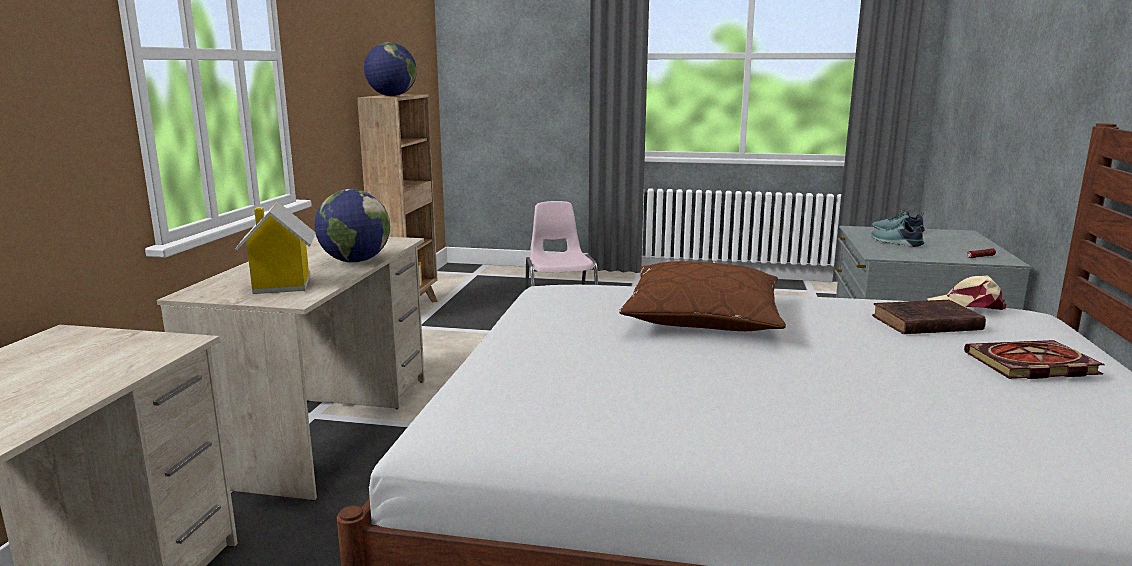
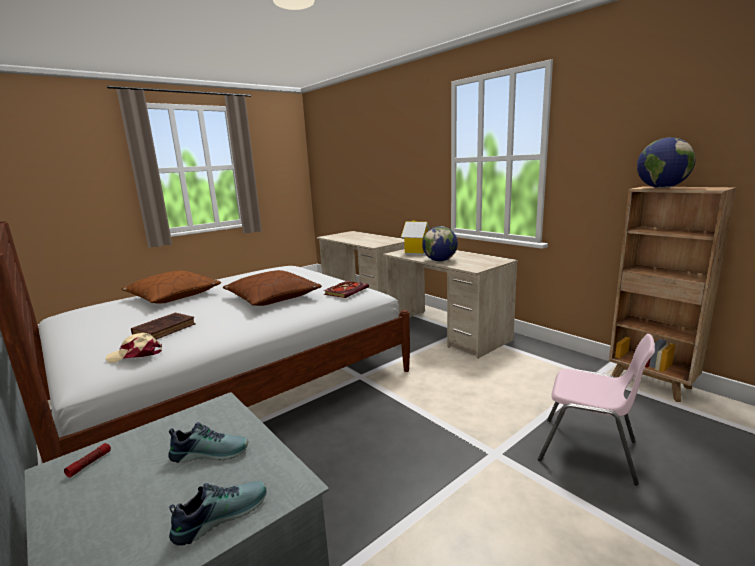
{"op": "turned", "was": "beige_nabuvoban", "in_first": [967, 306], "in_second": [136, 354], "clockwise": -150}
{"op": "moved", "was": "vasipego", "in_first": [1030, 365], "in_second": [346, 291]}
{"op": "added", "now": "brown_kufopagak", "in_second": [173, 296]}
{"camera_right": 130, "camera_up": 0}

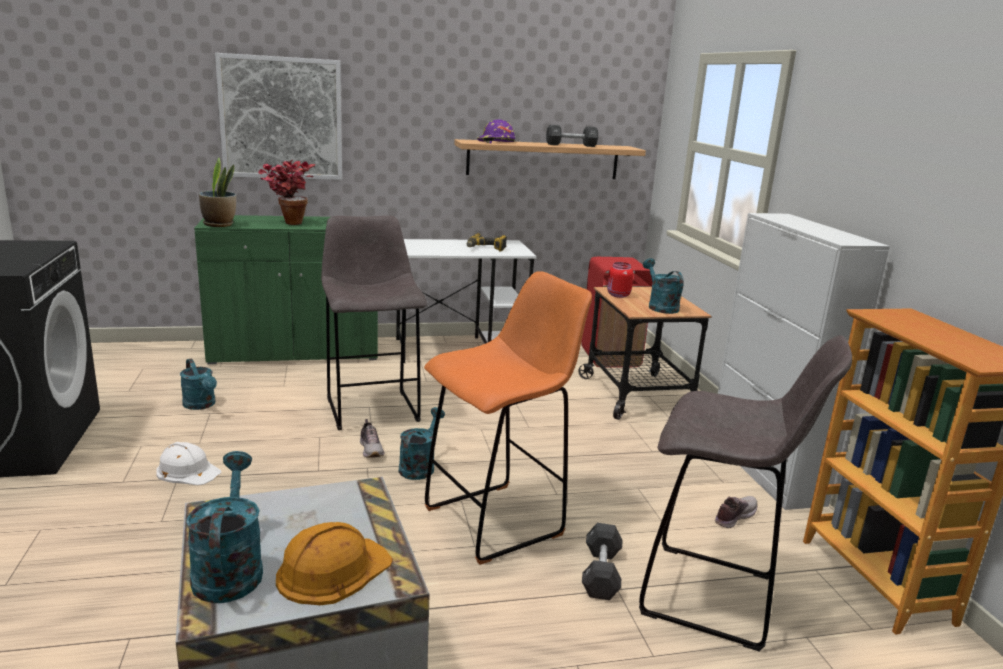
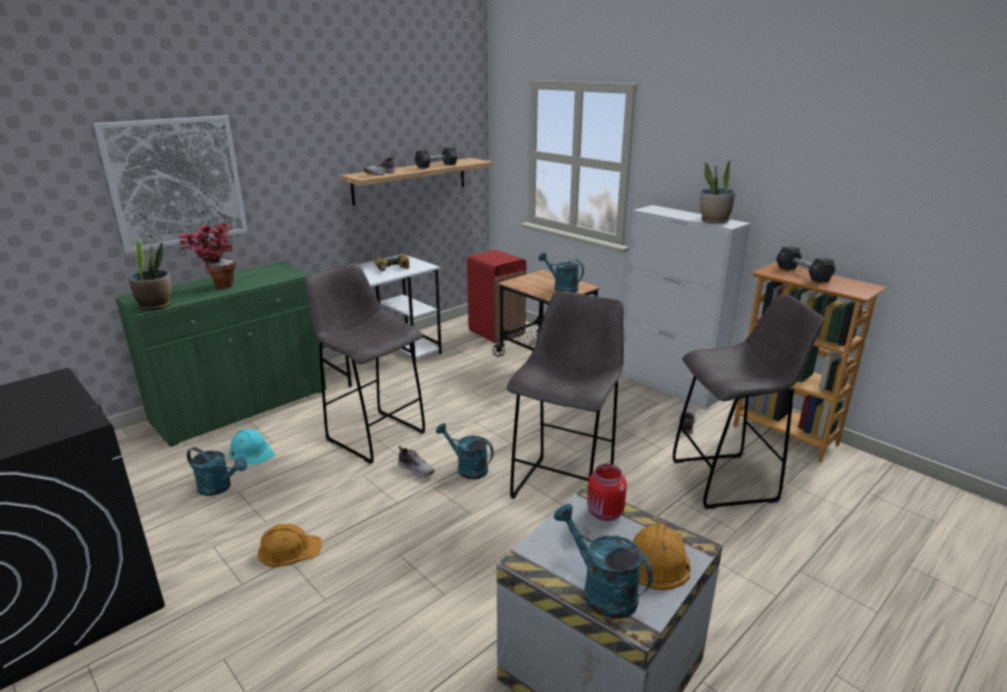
{"op": "replaced", "was": "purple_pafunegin", "now": "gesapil", "in_first": [495, 142], "in_second": [381, 173]}
{"op": "moved", "was": "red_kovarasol", "in_first": [618, 295], "in_second": [604, 513]}
{"op": "recoloured", "was": "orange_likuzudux", "now": "grey_likuzudux", "in_first": [497, 520], "in_second": [564, 486]}
{"op": "turned", "was": "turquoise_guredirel", "in_first": [419, 466], "in_second": [467, 468], "clockwise": -45}
{"op": "recoloured", "was": "white_pafunegin", "now": "orange_pafunegin", "in_first": [188, 471], "in_second": [289, 549]}
{"op": "moved", "was": "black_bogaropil", "in_first": [601, 573], "in_second": [803, 274]}
{"op": "added", "now": "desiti", "in_second": [714, 221]}
{"op": "added", "now": "turquoise_pafunegin", "in_second": [251, 451]}
{"camera_right": -30, "camera_up": 5}

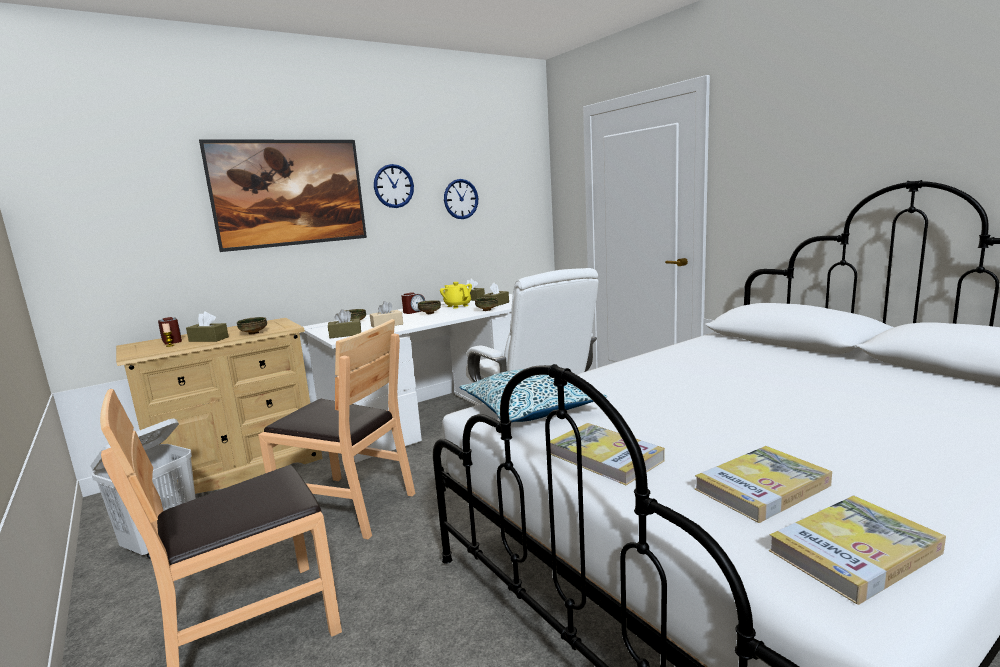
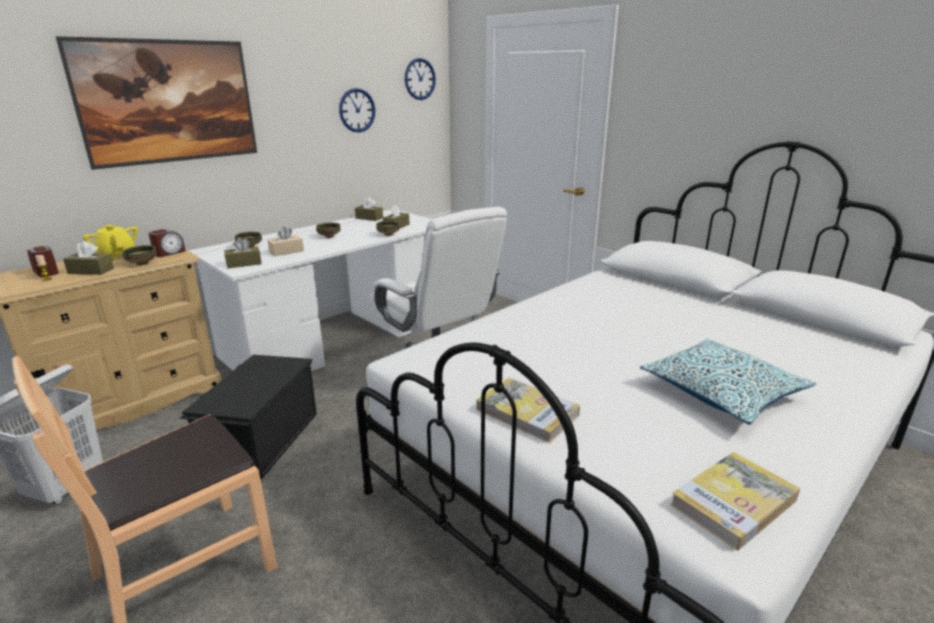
{"op": "moved", "was": "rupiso", "in_first": [393, 186], "in_second": [419, 79]}
{"op": "moved", "was": "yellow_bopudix", "in_first": [457, 306], "in_second": [117, 256]}
{"op": "moved", "was": "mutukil", "in_first": [414, 311], "in_second": [169, 253]}
{"op": "replaced", "was": "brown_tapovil", "now": "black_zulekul", "in_first": [348, 506], "in_second": [260, 439]}
{"op": "moved", "was": "kufopagak", "in_first": [530, 409], "in_second": [722, 392]}
{"op": "removed", "was": "vasipego", "in_first": [762, 487]}
{"camera_right": -10, "camera_up": 10}

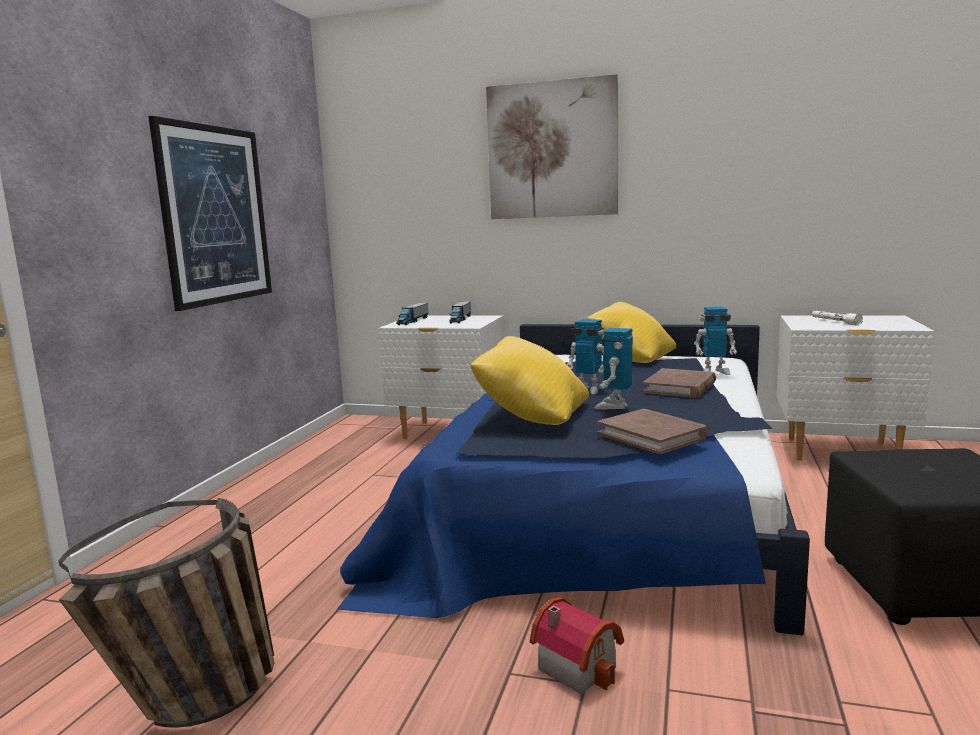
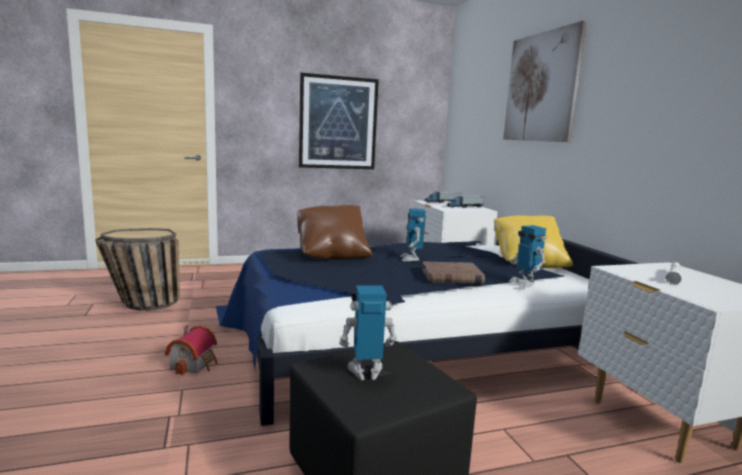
{"op": "moved", "was": "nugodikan", "in_first": [614, 406], "in_second": [366, 373]}
{"op": "recoloured", "was": "yellow_kufopagak", "now": "brown_kufopagak", "in_first": [532, 418], "in_second": [332, 255]}
{"op": "removed", "was": "brown_vasipego", "in_first": [652, 436]}
{"camera_right": 55, "camera_up": 0}

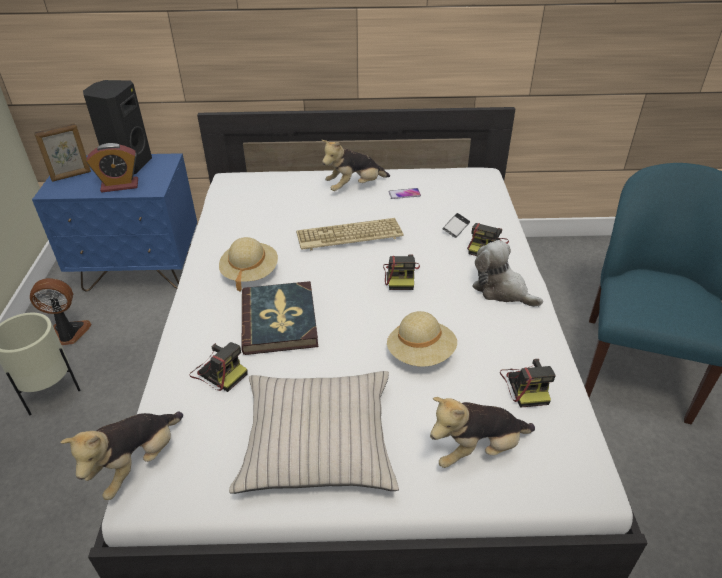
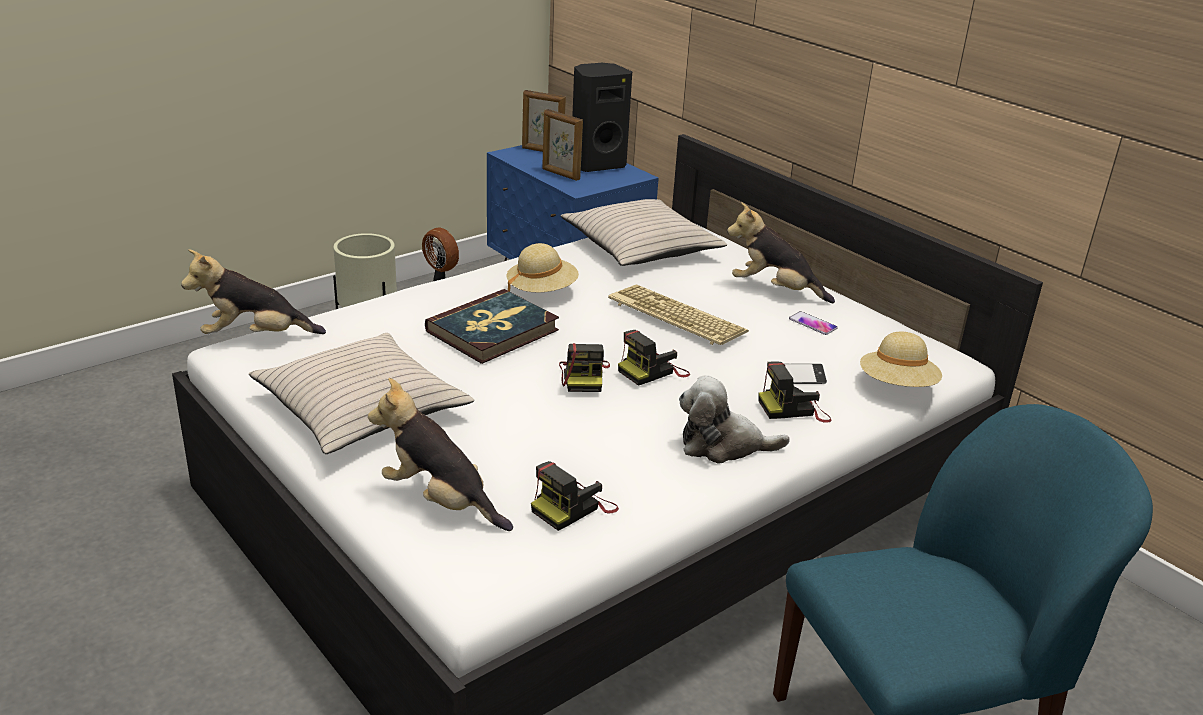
{"op": "replaced", "was": "mutukil", "now": "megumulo", "in_first": [120, 185], "in_second": [560, 174]}
{"op": "turned", "was": "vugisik", "in_first": [502, 290], "in_second": [723, 445], "clockwise": -90}
{"op": "moved", "was": "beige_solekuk", "in_first": [421, 354], "in_second": [897, 386]}
{"op": "moved", "was": "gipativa", "in_first": [219, 371], "in_second": [584, 376]}
{"op": "added", "now": "beige_kufopagak", "in_second": [640, 247]}
{"camera_right": 50, "camera_up": -10}

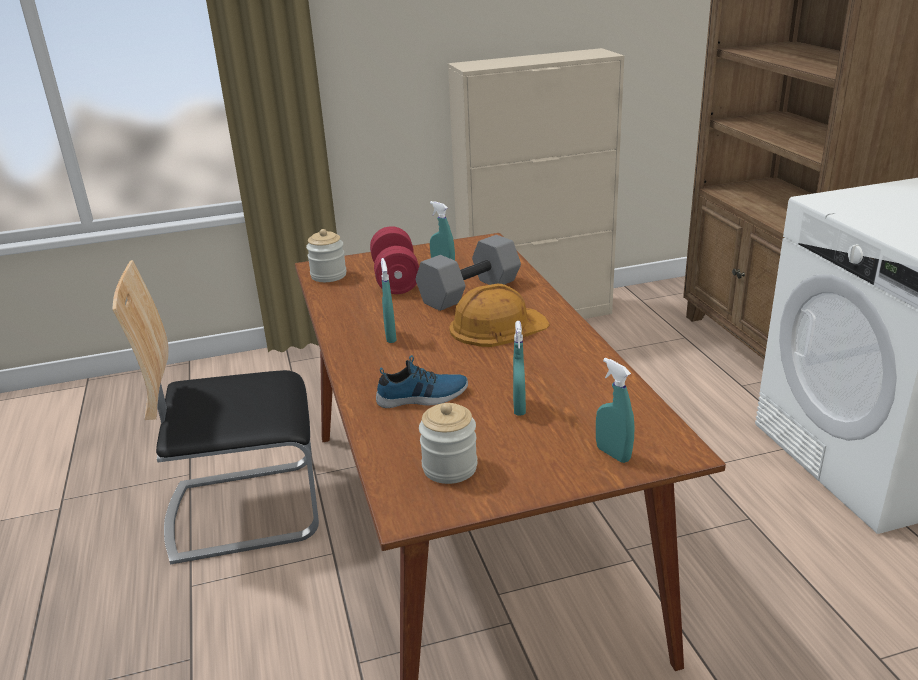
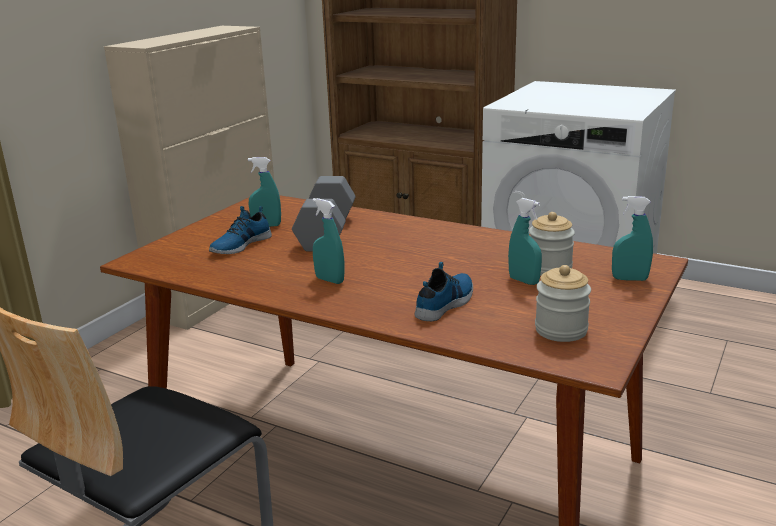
{"op": "replaced", "was": "red_bogaropil", "now": "gesapil", "in_first": [396, 279], "in_second": [240, 245]}
{"op": "moved", "was": "kovarasol", "in_first": [328, 275], "in_second": [549, 268]}
{"op": "removed", "was": "orange_pafunegin", "in_first": [497, 326]}
{"camera_right": -45, "camera_up": -5}

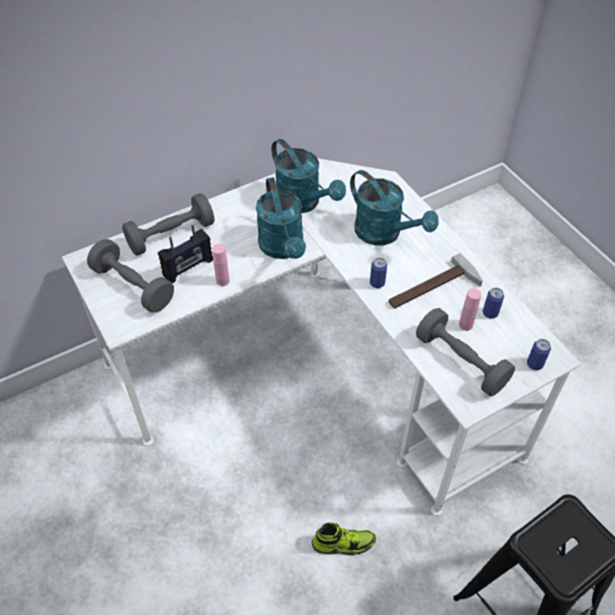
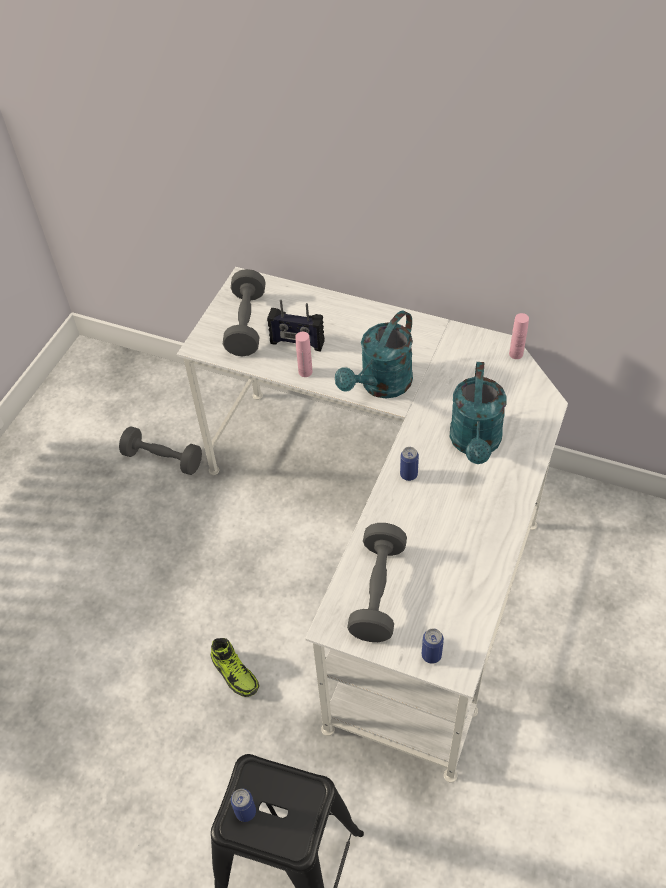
{"op": "removed", "was": "turquoise_guredirel", "in_first": [304, 203]}
{"op": "moved", "was": "grey_bogaropil", "in_first": [171, 235], "in_second": [163, 459]}
{"op": "removed", "was": "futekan", "in_first": [433, 290]}
{"op": "moved", "was": "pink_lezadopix", "in_first": [465, 325], "in_second": [516, 354]}
{"op": "moved", "was": "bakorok", "in_first": [490, 313], "in_second": [245, 811]}
{"camera_right": 55, "camera_up": 0}

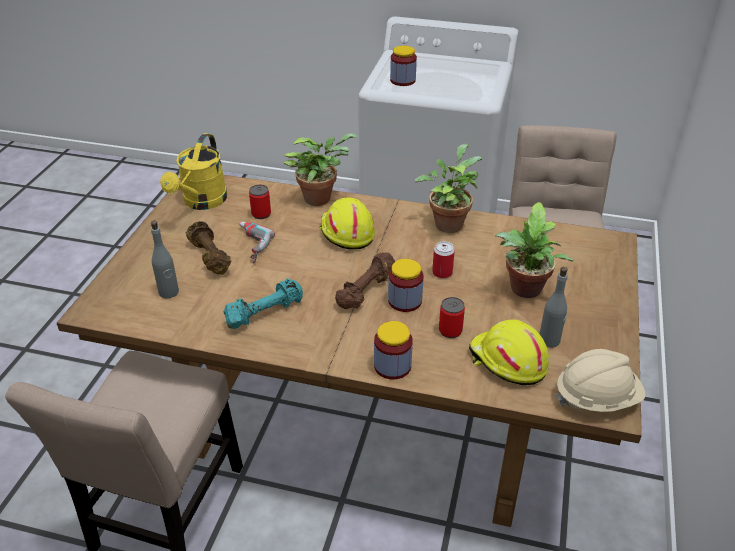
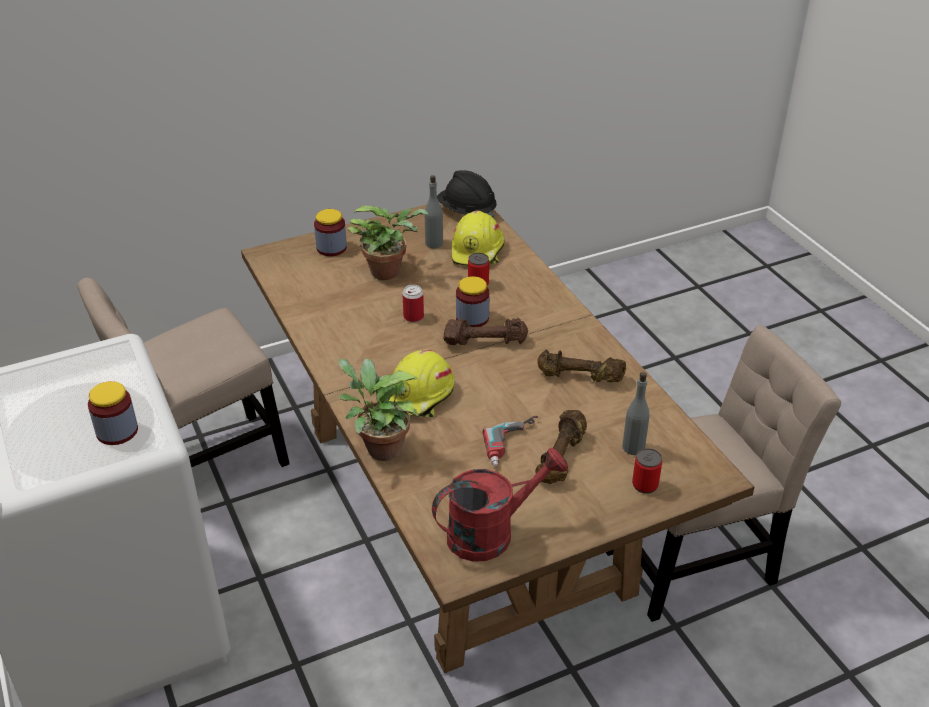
{"op": "recoloured", "was": "yellow_guredirel", "now": "red_guredirel", "in_first": [201, 202], "in_second": [491, 532]}
{"op": "removed", "was": "desiti", "in_first": [448, 223]}
{"op": "moved", "was": "bakorok", "in_first": [261, 214], "in_second": [645, 485]}
{"op": "recoloured", "was": "turquoise_bogaropil", "now": "brown_bogaropil", "in_first": [264, 313], "in_second": [580, 377]}
{"op": "moved", "was": "kovarasol", "in_first": [392, 366], "in_second": [331, 248]}
{"op": "recoloured", "was": "beige_pafunegin", "now": "black_pafunegin", "in_first": [597, 398], "in_second": [466, 212]}
{"camera_right": -130, "camera_up": 0}

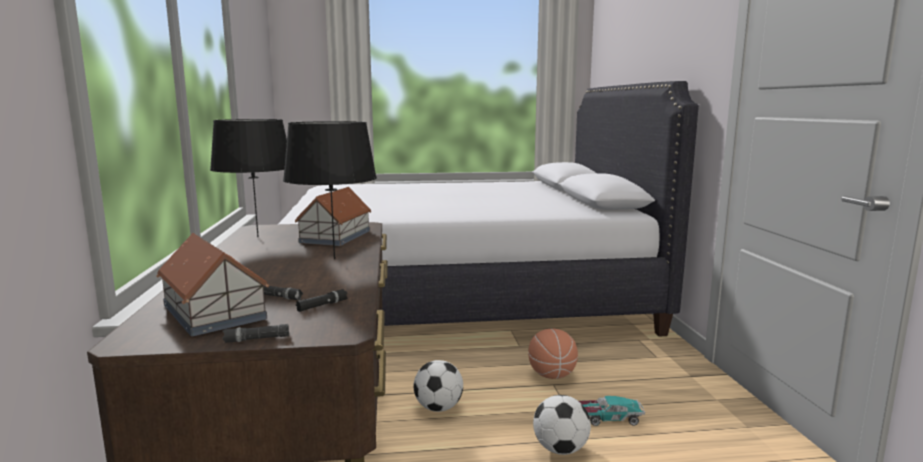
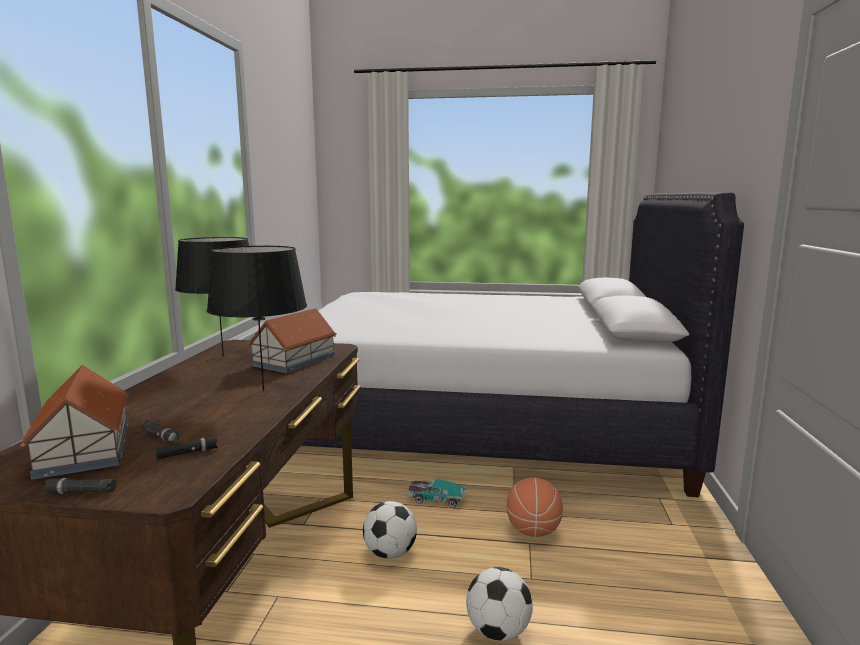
{"op": "moved", "was": "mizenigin", "in_first": [608, 418], "in_second": [436, 499]}
{"camera_right": 15, "camera_up": 0}

